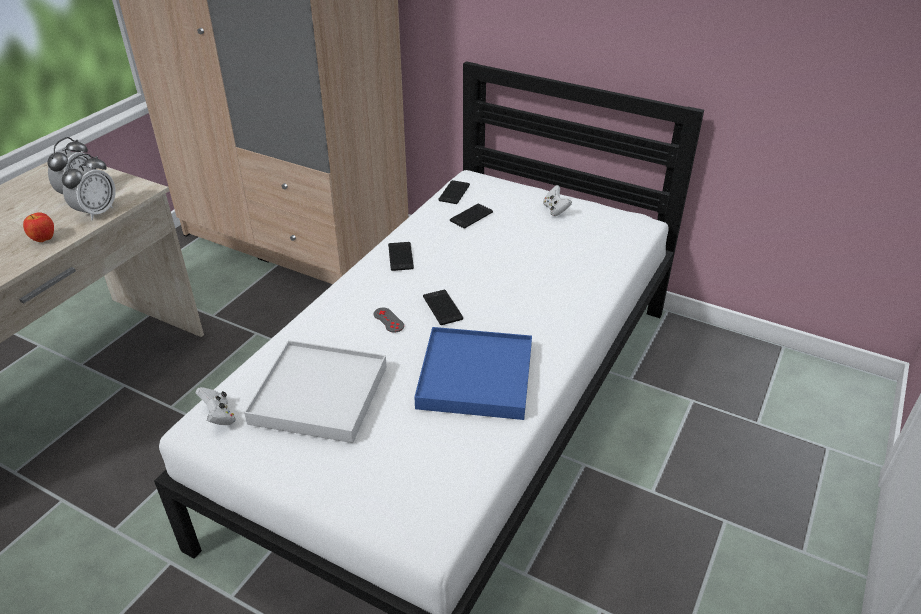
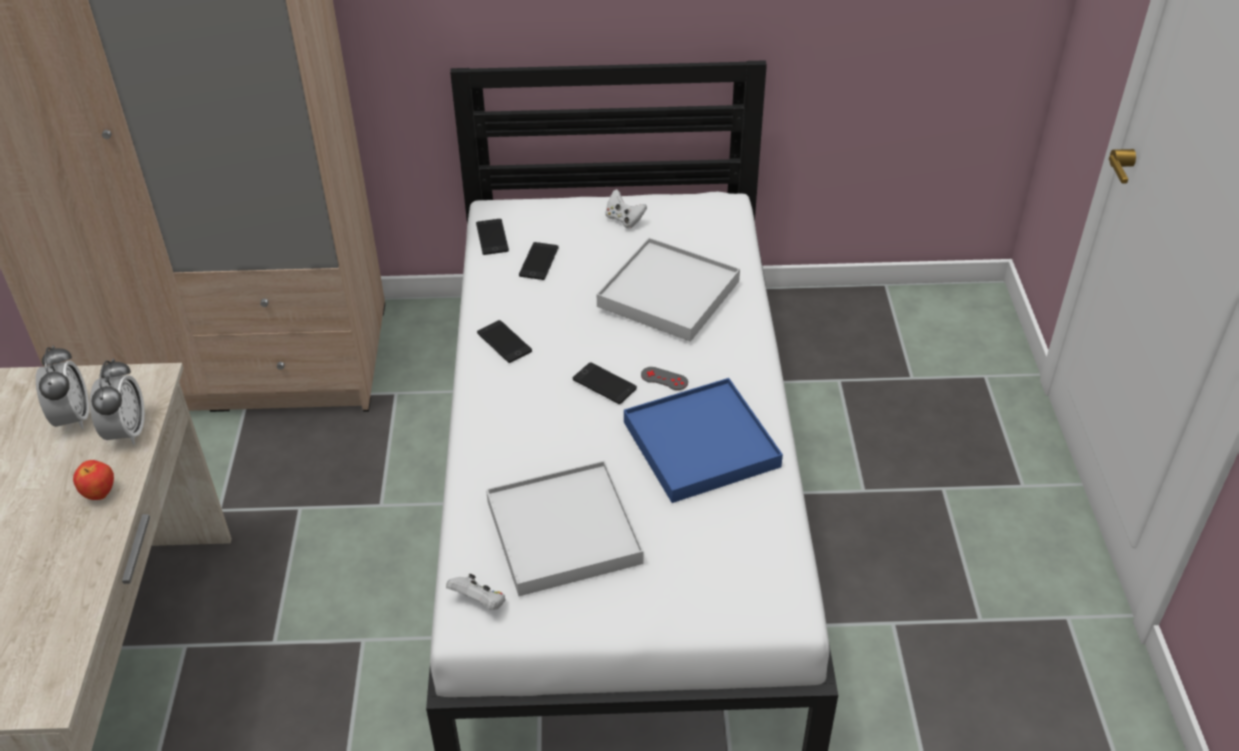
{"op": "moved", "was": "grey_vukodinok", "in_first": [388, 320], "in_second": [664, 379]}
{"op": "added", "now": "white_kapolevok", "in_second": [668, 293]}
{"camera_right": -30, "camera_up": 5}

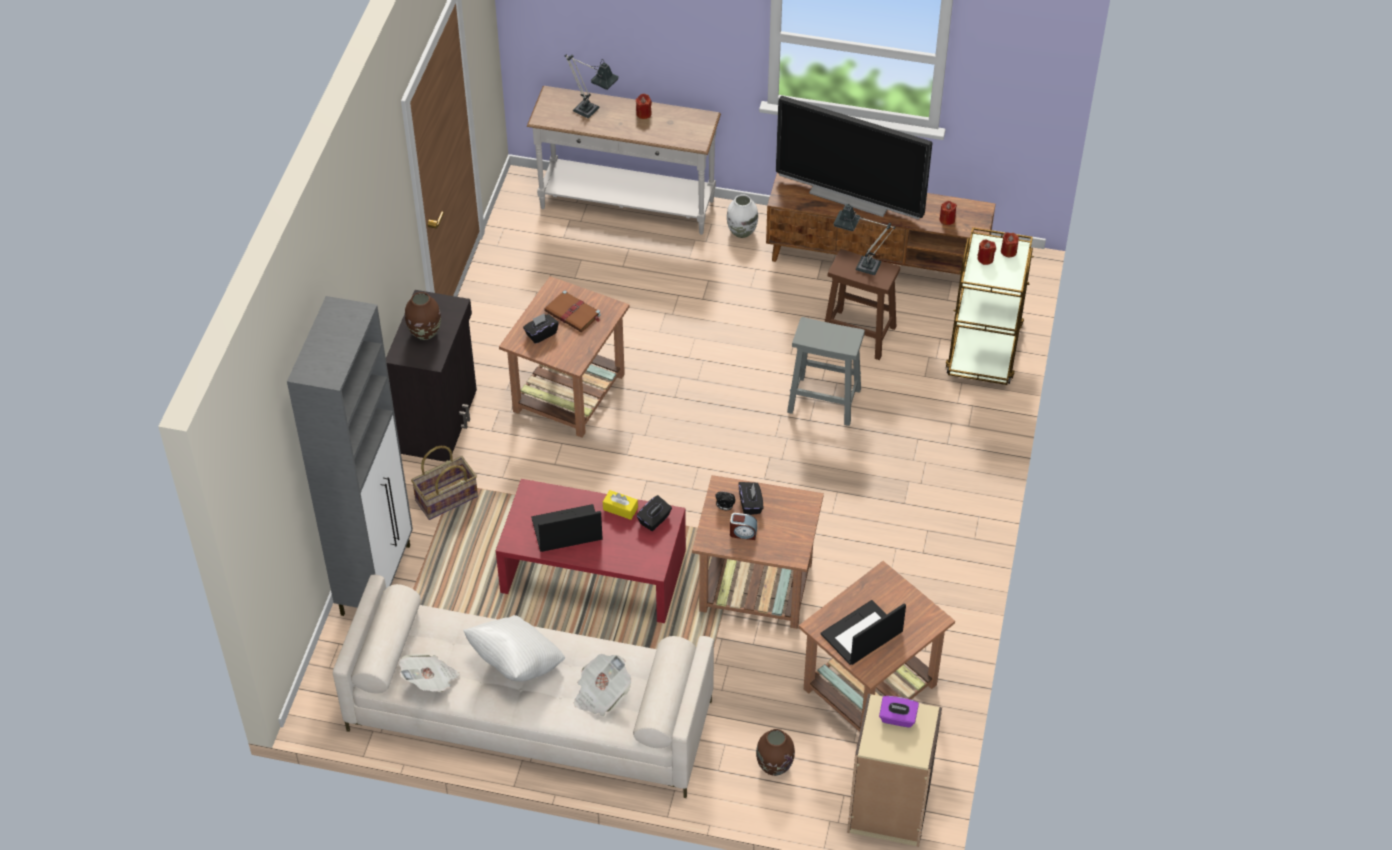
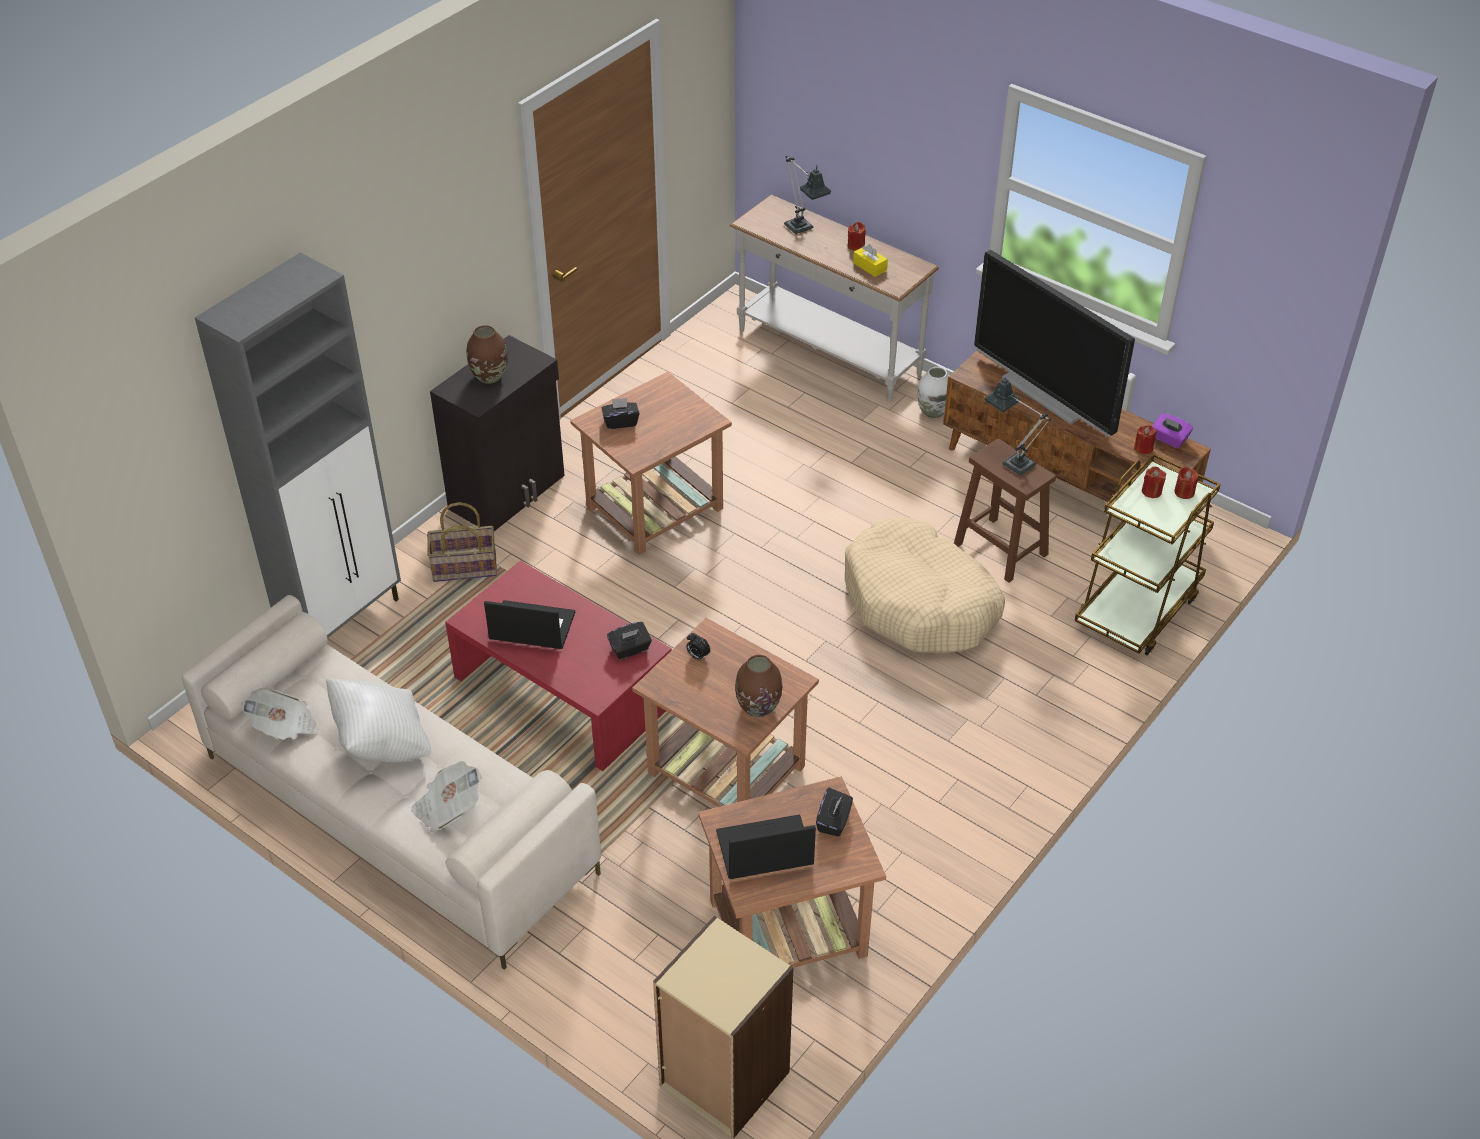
{"op": "removed", "was": "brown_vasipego", "in_first": [573, 313]}
{"op": "replaced", "was": "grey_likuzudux", "now": "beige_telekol", "in_first": [822, 400], "in_second": [919, 603]}
{"op": "moved", "was": "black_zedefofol", "in_first": [750, 504], "in_second": [834, 821]}
{"op": "moved", "was": "yellow_zedefofol", "in_first": [620, 509], "in_second": [870, 266]}
{"op": "removed", "was": "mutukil", "in_first": [743, 533]}
{"op": "moved", "was": "purple_zedefofol", "in_first": [897, 718], "in_second": [1169, 439]}
{"op": "moved", "was": "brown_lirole", "in_first": [774, 765], "in_second": [758, 707]}
{"camera_right": 25, "camera_up": -5}

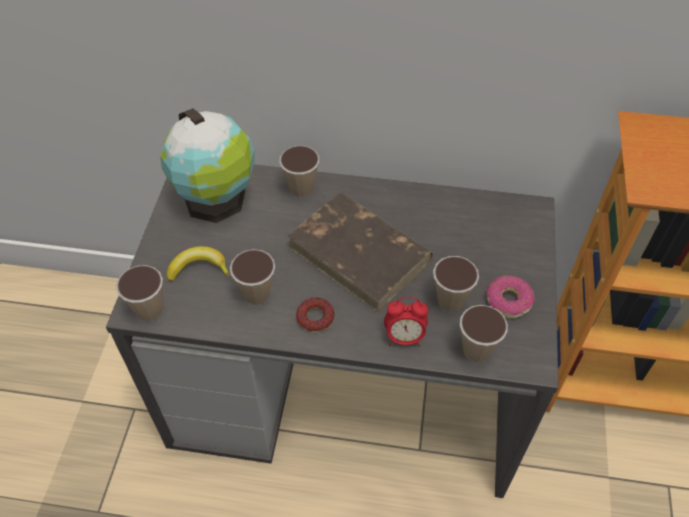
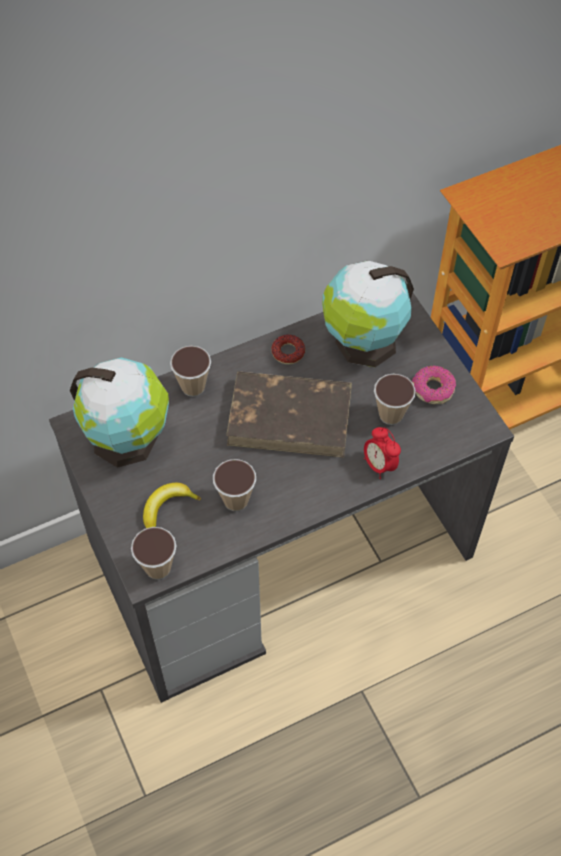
{"op": "moved", "was": "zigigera", "in_first": [315, 317], "in_second": [288, 352]}
{"op": "turned", "was": "mutukil", "in_first": [404, 337], "in_second": [379, 465], "clockwise": 90}
{"op": "removed", "was": "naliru", "in_first": [476, 350]}
{"op": "added", "now": "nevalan", "in_second": [363, 343]}
{"camera_right": -35, "camera_up": 5}

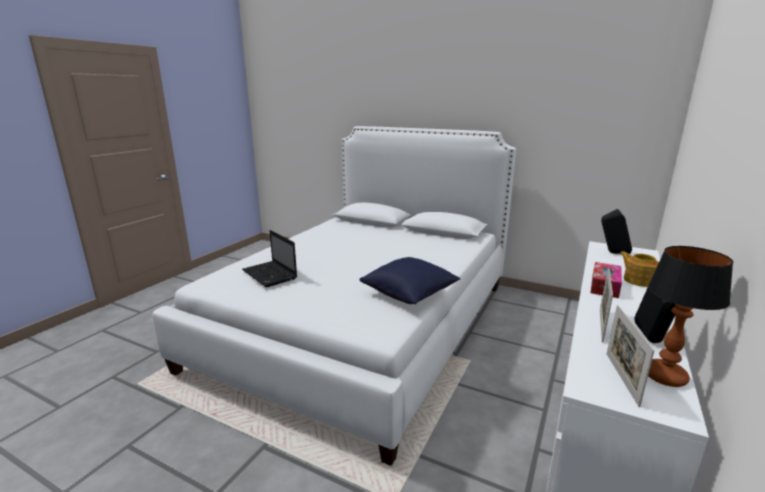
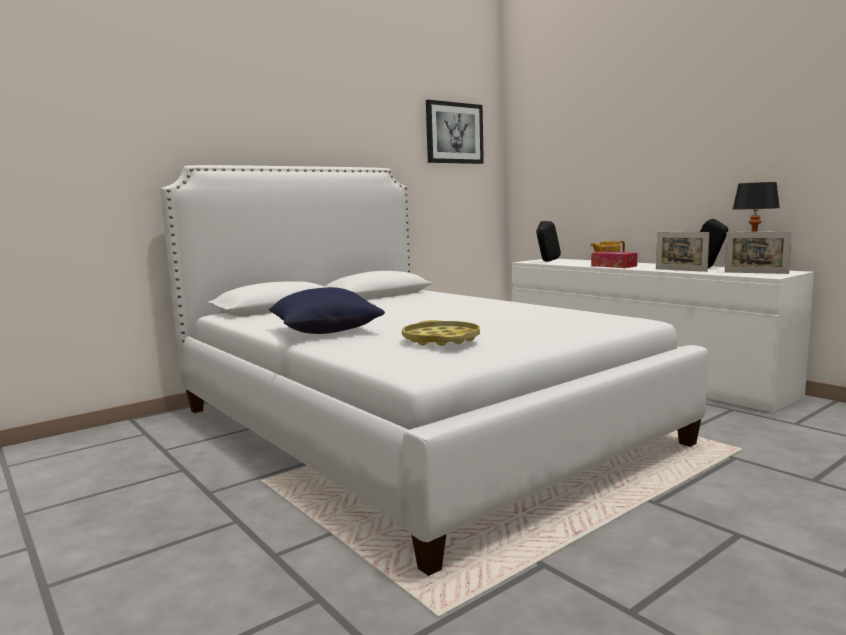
{"op": "replaced", "was": "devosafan", "now": "yellow_kapolevok", "in_first": [270, 275], "in_second": [441, 339]}
{"op": "moved", "was": "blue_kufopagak", "in_first": [409, 293], "in_second": [325, 331]}
{"op": "added", "now": "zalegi", "in_second": [454, 133]}
{"camera_right": -65, "camera_up": -10}

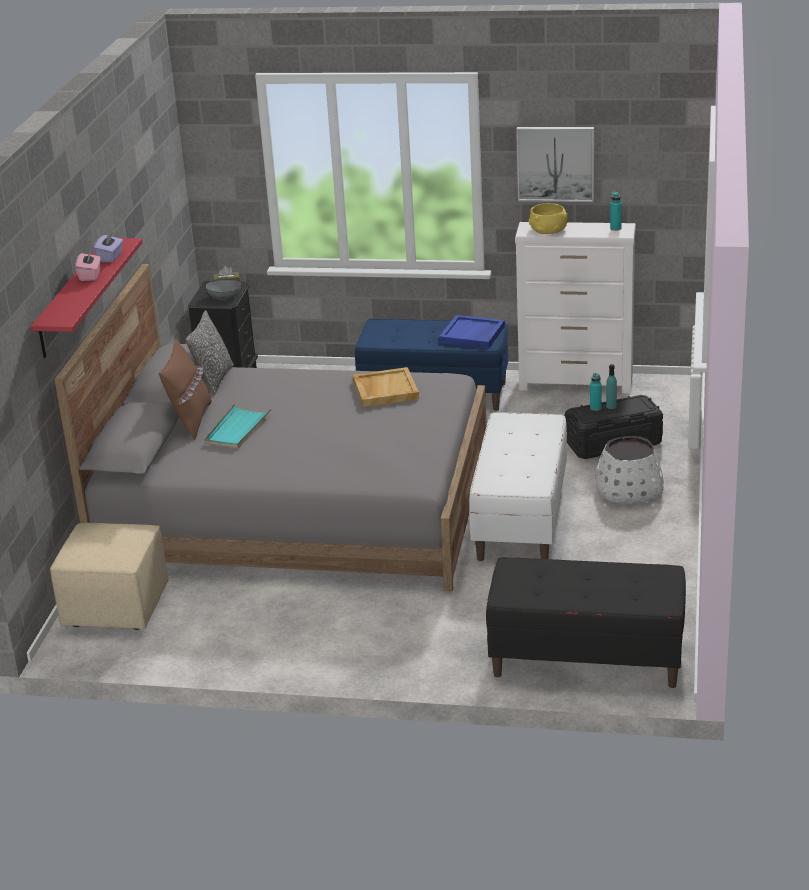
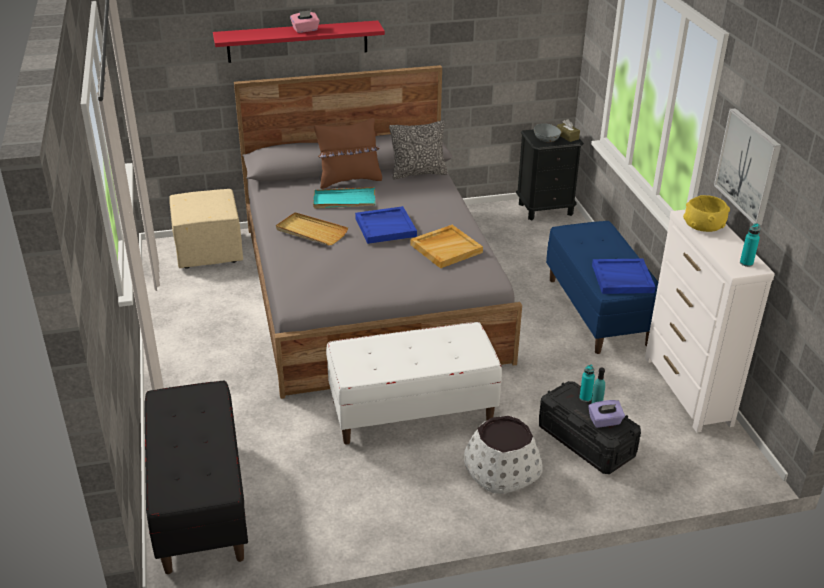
{"op": "moved", "was": "purple_zedefofol", "in_first": [110, 257], "in_second": [605, 421]}
{"op": "added", "now": "blue_kapolevok", "in_second": [386, 227]}
{"op": "added", "now": "beige_kapolevok", "in_second": [311, 231]}
{"camera_right": 65, "camera_up": 5}

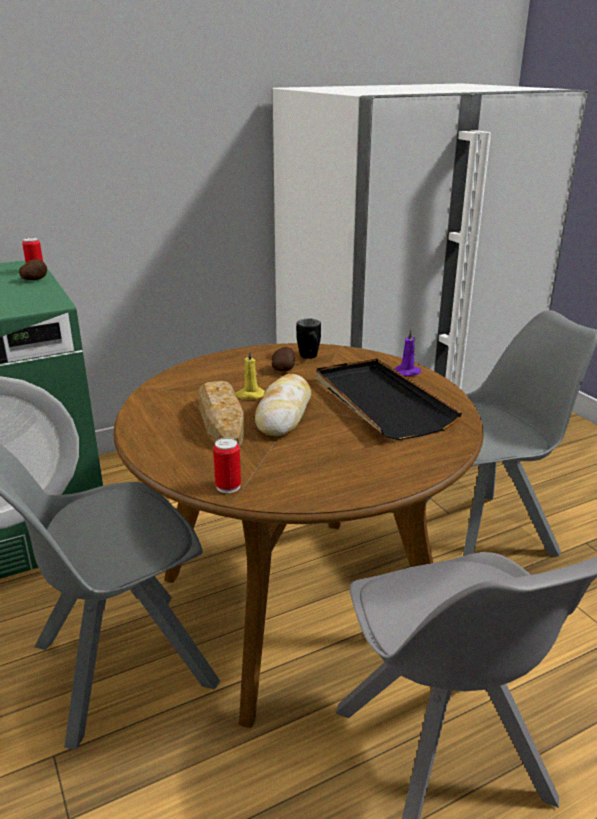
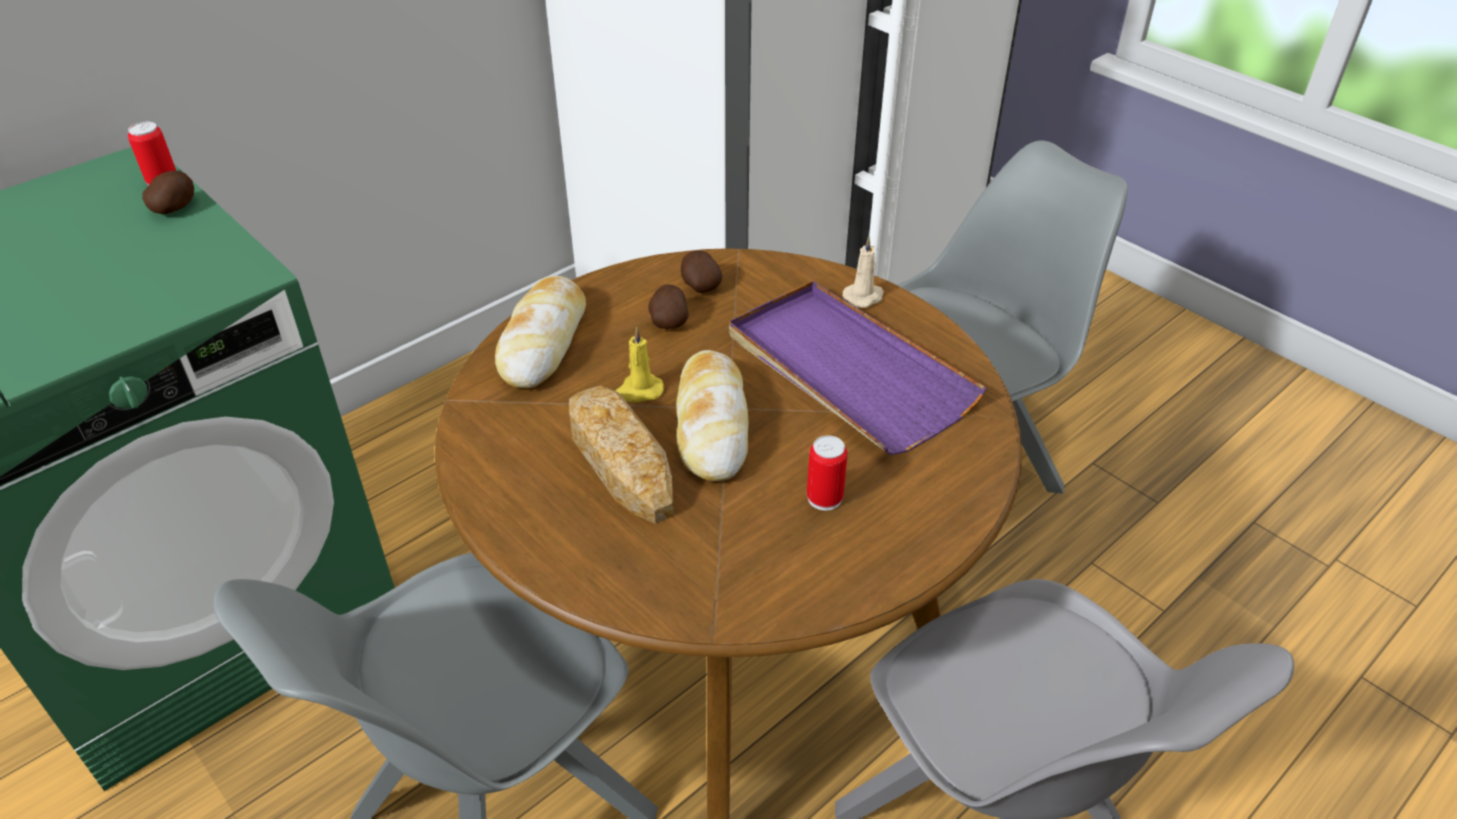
{"op": "replaced", "was": "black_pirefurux", "now": "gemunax", "in_first": [310, 357], "in_second": [699, 286]}
{"op": "recoloured", "was": "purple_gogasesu", "now": "beige_gogasesu", "in_first": [408, 372], "in_second": [864, 297]}
{"op": "recoloured", "was": "black_kapolevok", "now": "purple_kapolevok", "in_first": [380, 402], "in_second": [847, 371]}
{"op": "moved", "was": "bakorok", "in_first": [228, 486], "in_second": [824, 498]}
{"op": "added", "now": "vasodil", "in_second": [544, 341]}
{"camera_right": -15, "camera_up": 15}

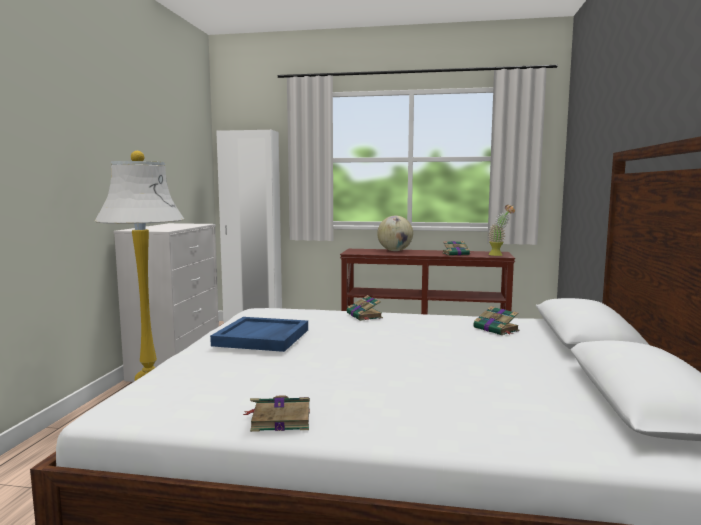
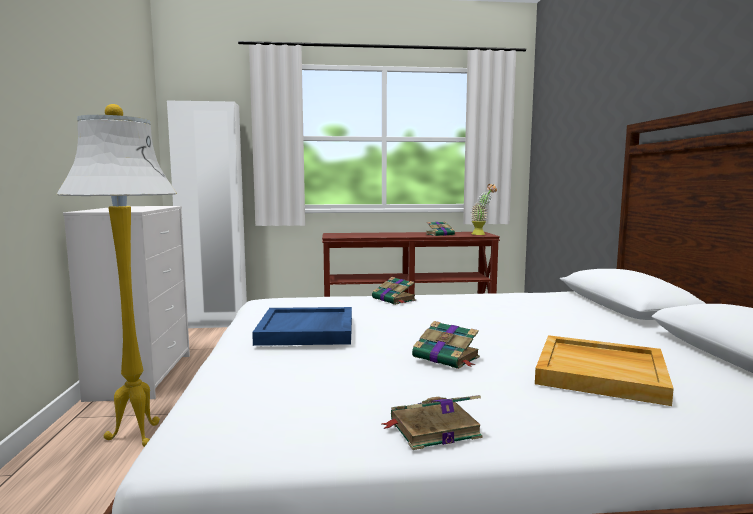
{"op": "removed", "was": "nevalan", "in_first": [395, 251]}
{"op": "moved", "was": "vasipego", "in_first": [496, 329], "in_second": [447, 357]}
{"op": "added", "now": "beige_kapolevok", "in_second": [601, 372]}
{"camera_right": -15, "camera_up": 0}

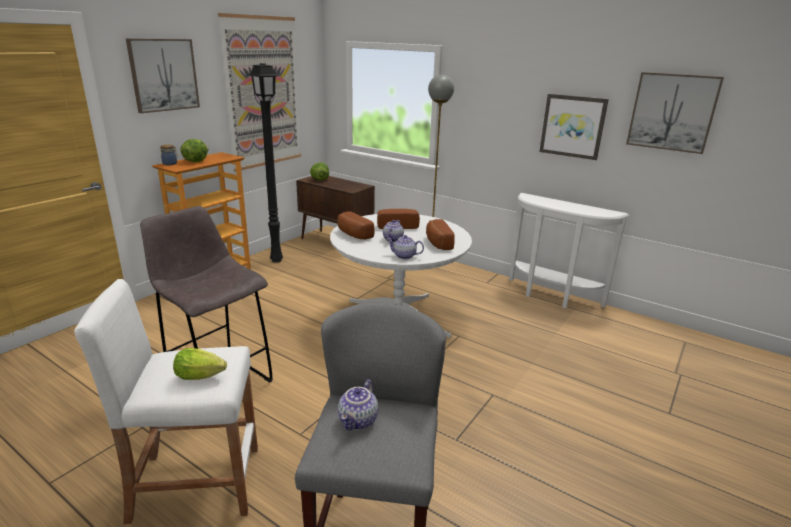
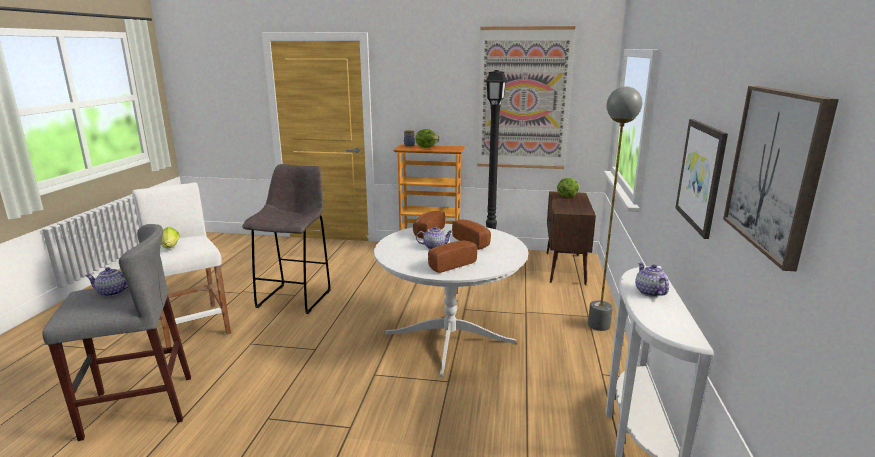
{"op": "removed", "was": "zalegi", "in_first": [164, 75]}
{"op": "moved", "was": "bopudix", "in_first": [404, 256], "in_second": [649, 292]}
{"camera_right": 65, "camera_up": -5}

